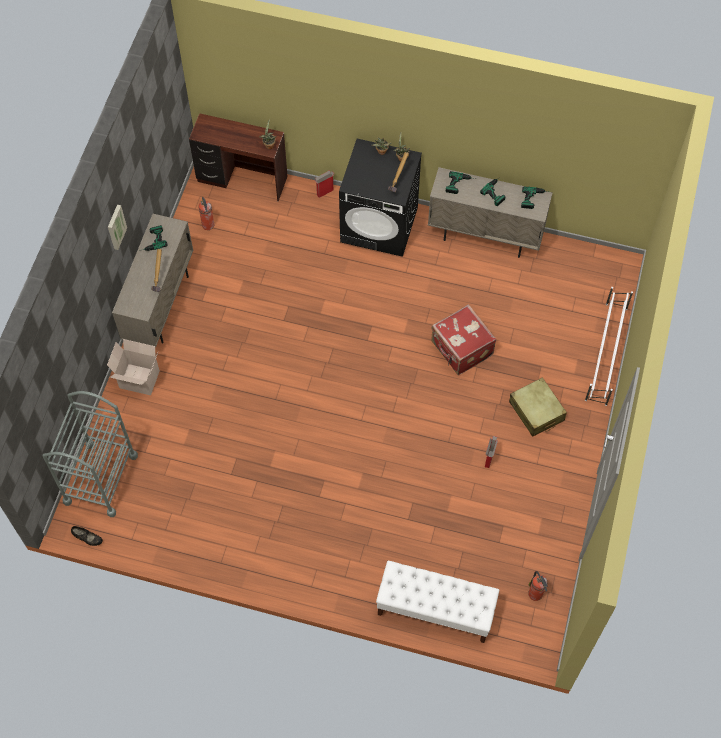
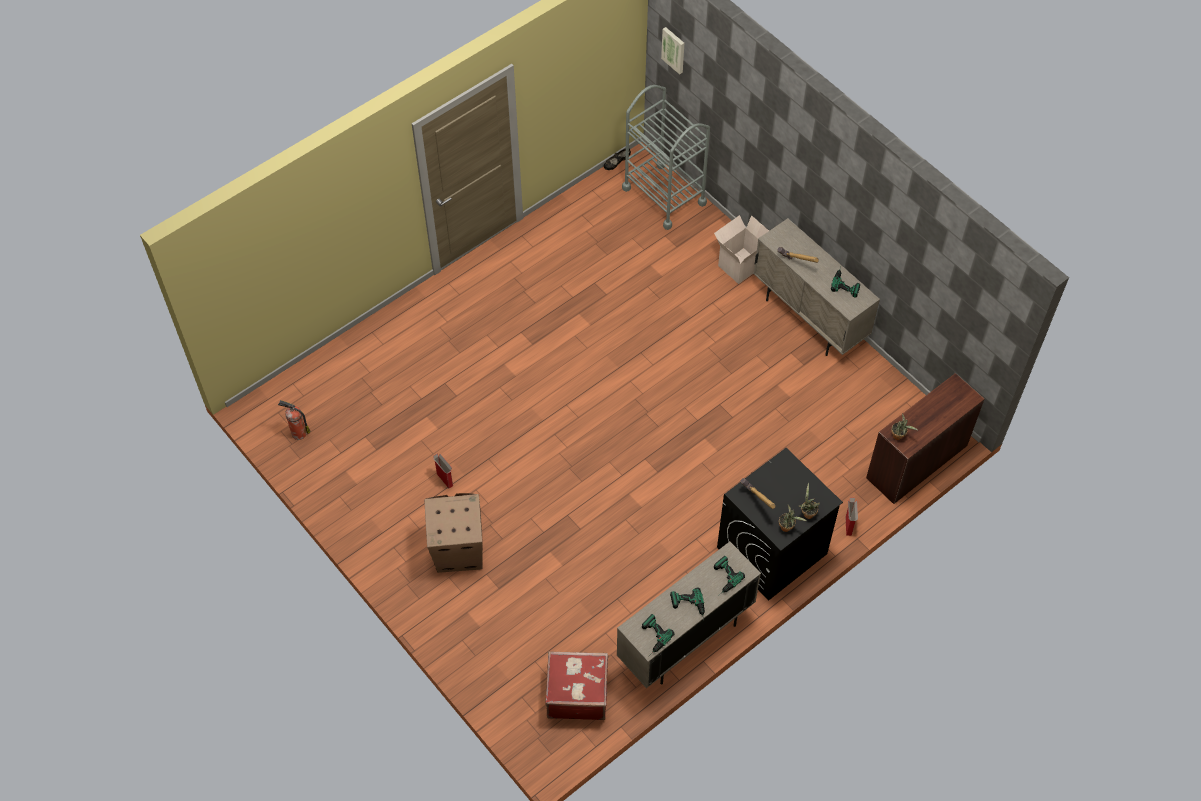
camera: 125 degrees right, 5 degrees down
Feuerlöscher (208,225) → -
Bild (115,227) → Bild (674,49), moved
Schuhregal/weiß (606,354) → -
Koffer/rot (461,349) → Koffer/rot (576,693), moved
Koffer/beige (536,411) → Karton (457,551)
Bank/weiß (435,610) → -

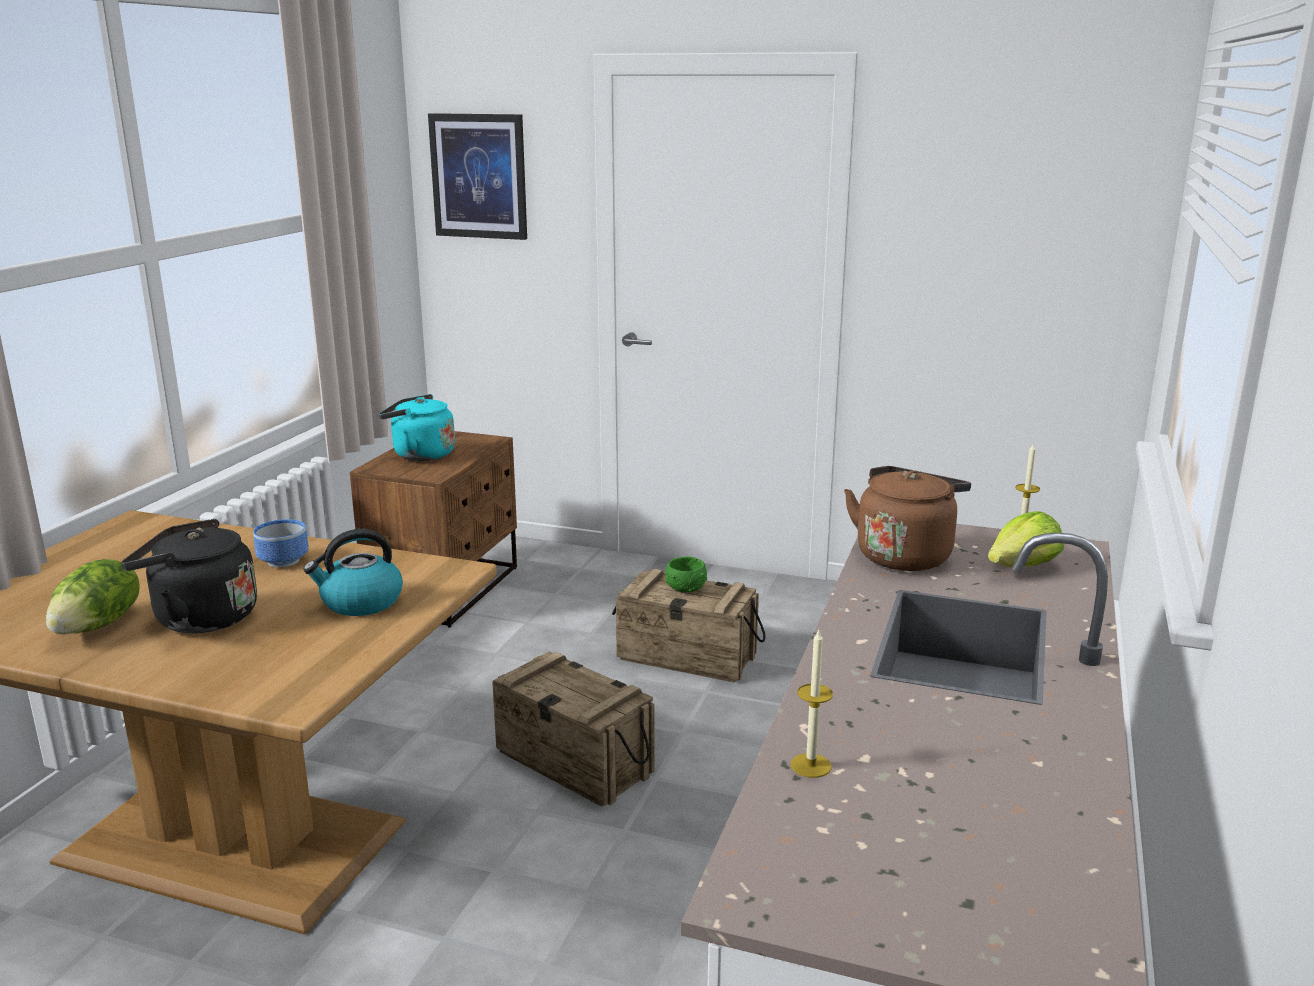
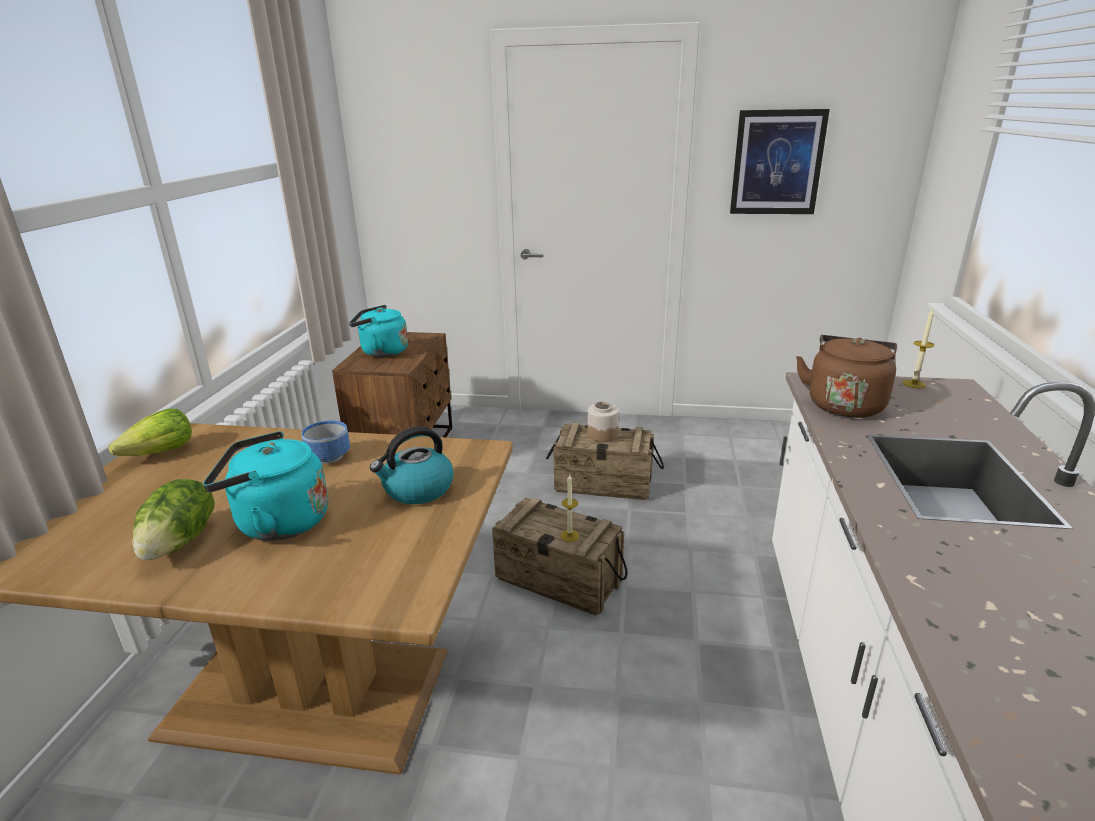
camera: 10 degrees left, 5 degrees up
Bild (479,176) → Bild (777,163), moved
Salatkopf (1023,568) → Salatkopf (161,453), moved
Wasserkessel/schwarz (200,618) → Wasserkessel/türkis (277,523)
Schüssel/grün (686,588) → Vorratsglas (602,435)
Kerze (811,765) → Kerze (569,536), moved

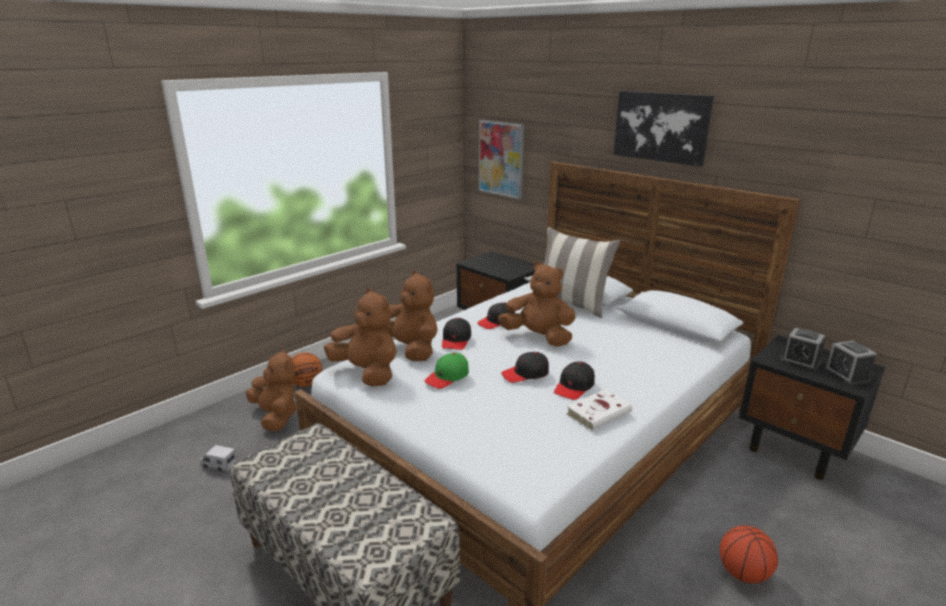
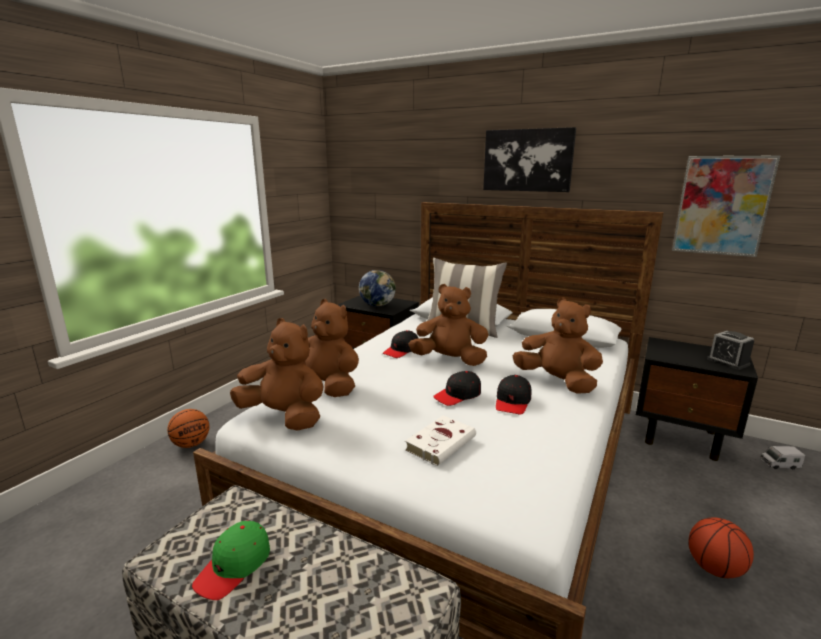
camera: 15 degrees left, 5 degrees down
Bild (501,159) → Bild (722,206), moved
Kappe/schwarz (456,340) → -
Wecker (800,361) → -
Plüschtier/braun (276,416) → Plüschtier/braun (557,382), moved
Kappe/grün (447,377) → Kappe/grün (234,566), moved
Buch/weiß (599,412) → Buch/weiß (441,443), moved
Spielzeuglaster (219,464) → Spielzeuglaster (779,464), moved
- → Globus (377,305)

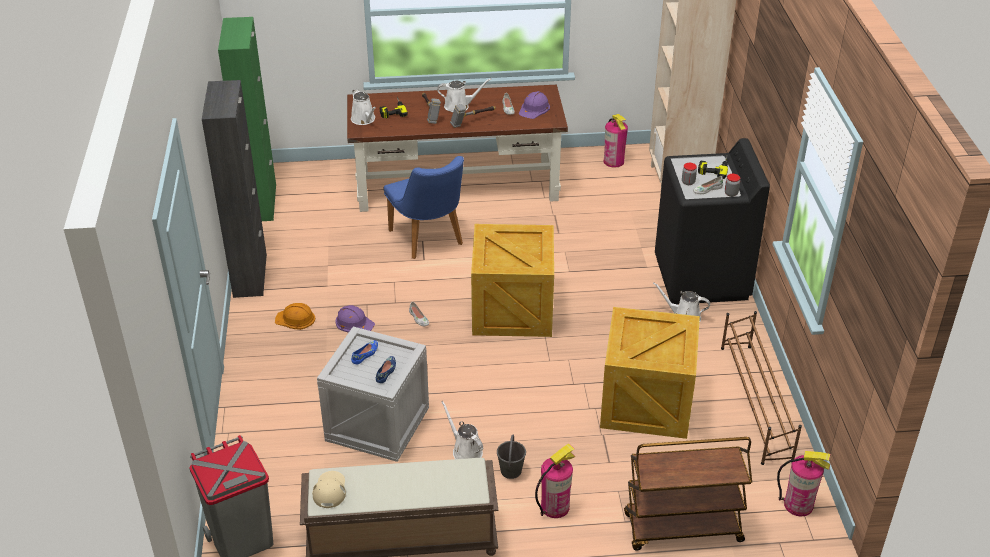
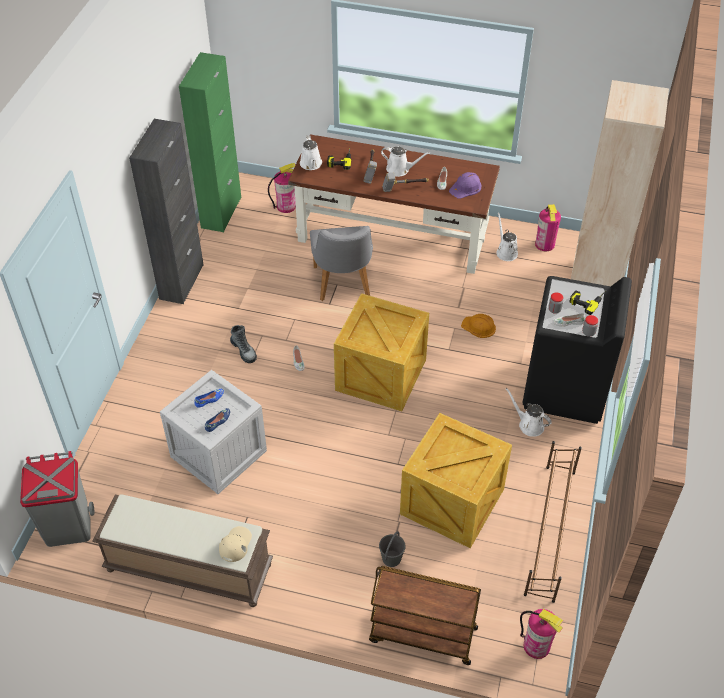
camera: 20 degrees right, 10 degrees up
Stuhl/blau (429,240) → Stuhl/grau (343,286)
Schutzhelm/orange (295,319) → Schutzhelm/orange (479,327), moved
Schutzhelm/lila (354,323) → Stiefel (244,351)
Gießkanne/weiß (465,451) → Gießkanne/weiß (506,252), moved
Eimer/grau (511,471) → Eimer/grau (391,559), moved
Feuerlöscher (555,506) → Feuerlöscher (286,206), moved
Kappe/beige (329,490) → Kappe/beige (235,544), moved

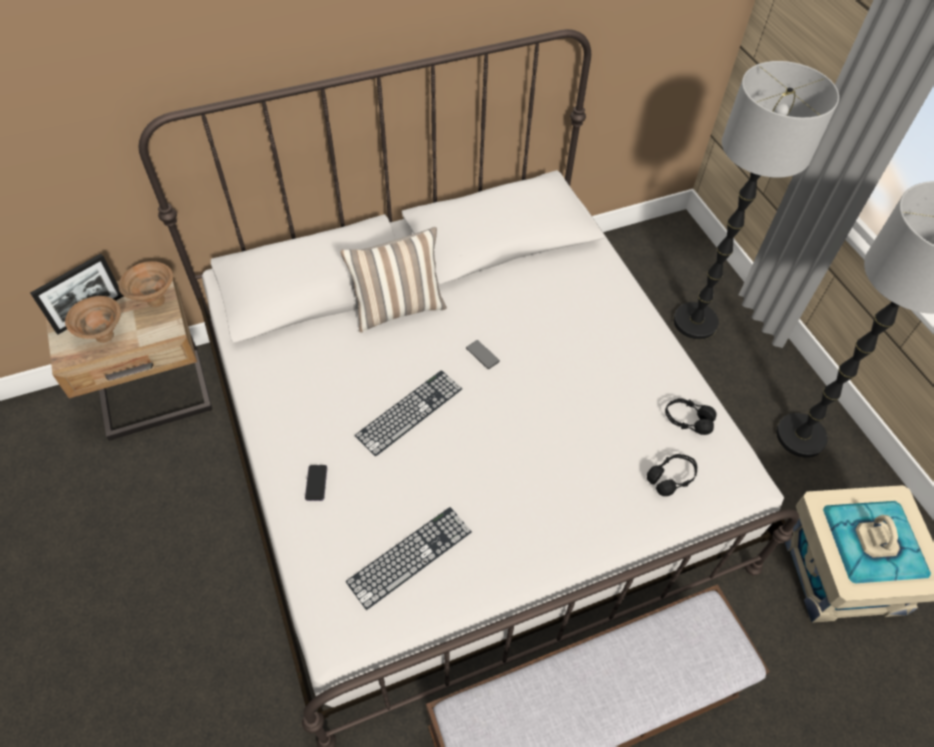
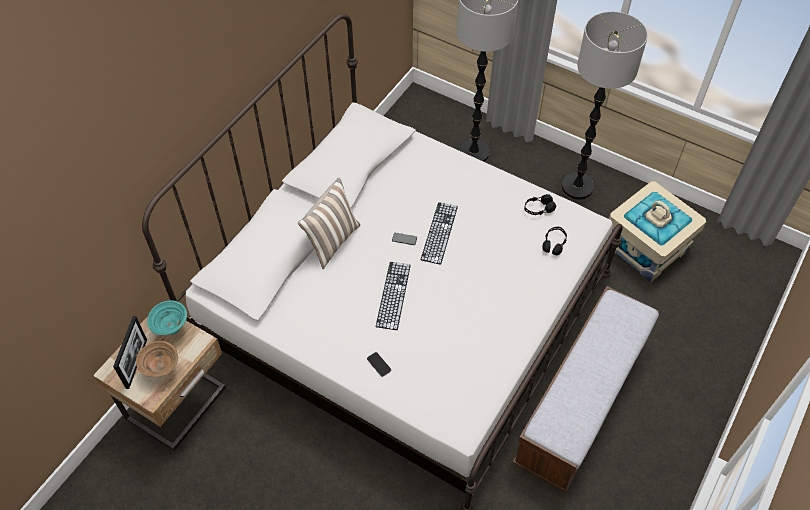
camera: 35 degrees left, 0 degrees up
Schüssel/braun (154,301) → Schüssel/türkis (172,330)
Tastatur (410,556) → Tastatur (439,232), moved

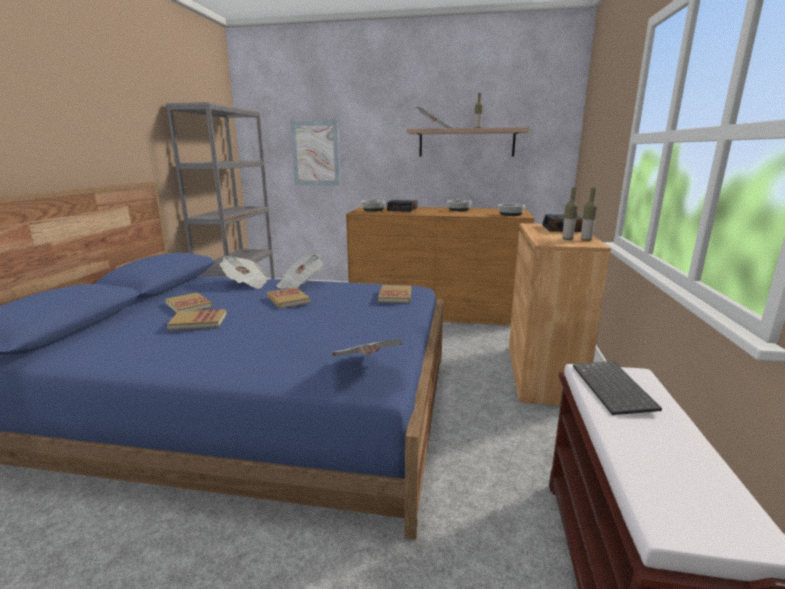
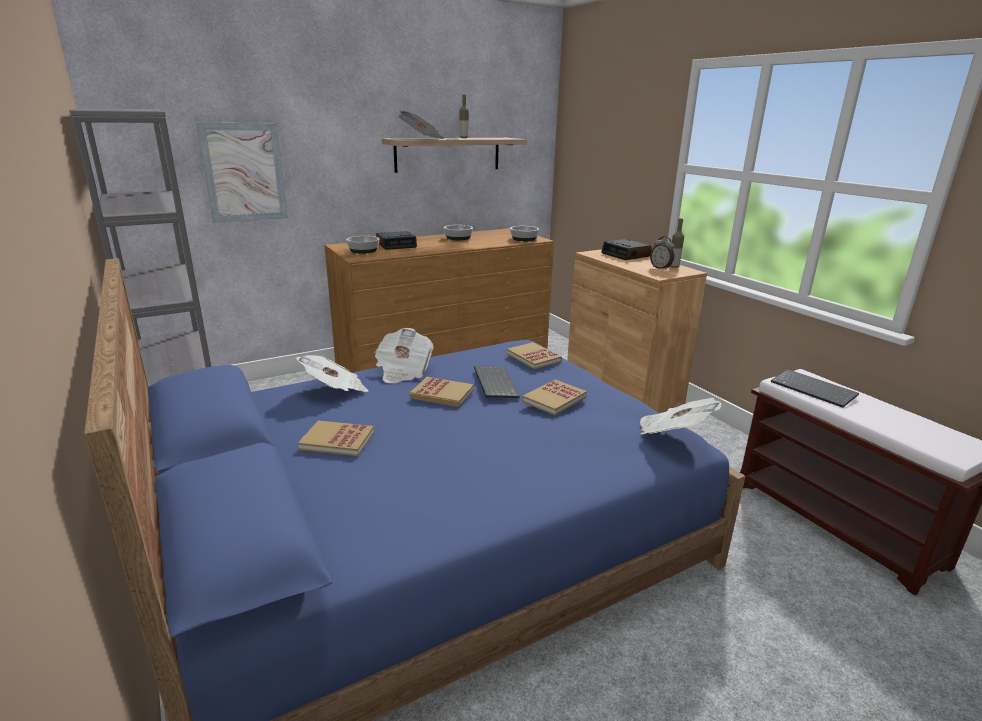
camera: 40 degrees left, 5 degrees up
Flasche (567,239) → Wecker (660,268)
Buch (198,322) → Buch (554,399), moved
- → Tastatur (494,383)

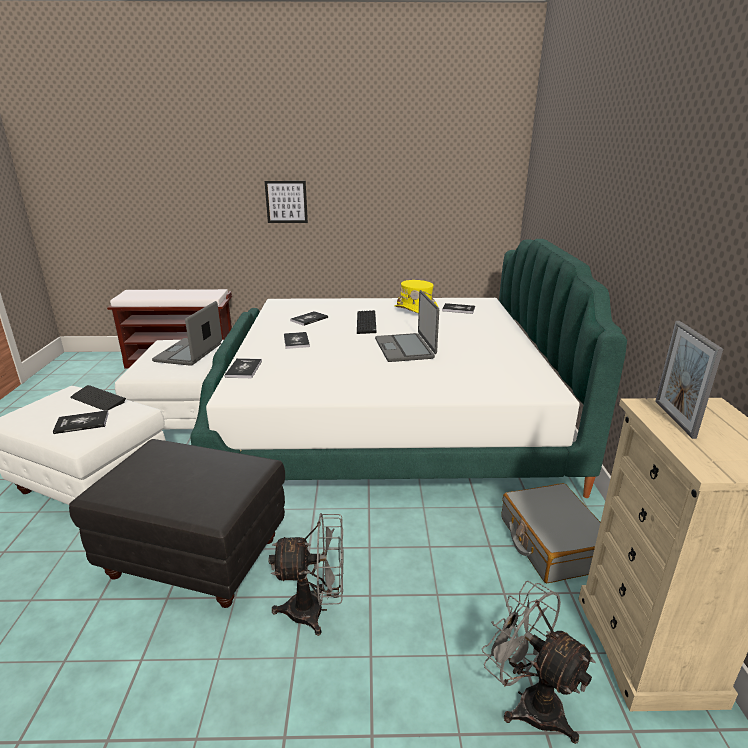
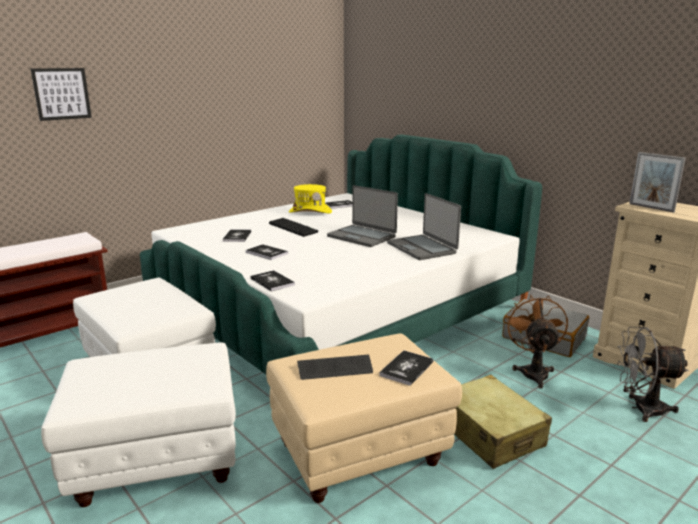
camera: 40 degrees left, 5 degrees down
Bild (286,202) → Bild (62,94), moved
Laptop (189,353) → Laptop (422,248), moved
Tastatur (98,399) → Tastatur (335,368), moved
Buch (82,423) → Buch (406,368), moved
Polsterhocker/schwarz (195,558) → Polsterhocker/beige (360,454)
Ventilator/grau (315,610) → Koffer/beige (489,433)
- → Ventilator/braun (533,371)

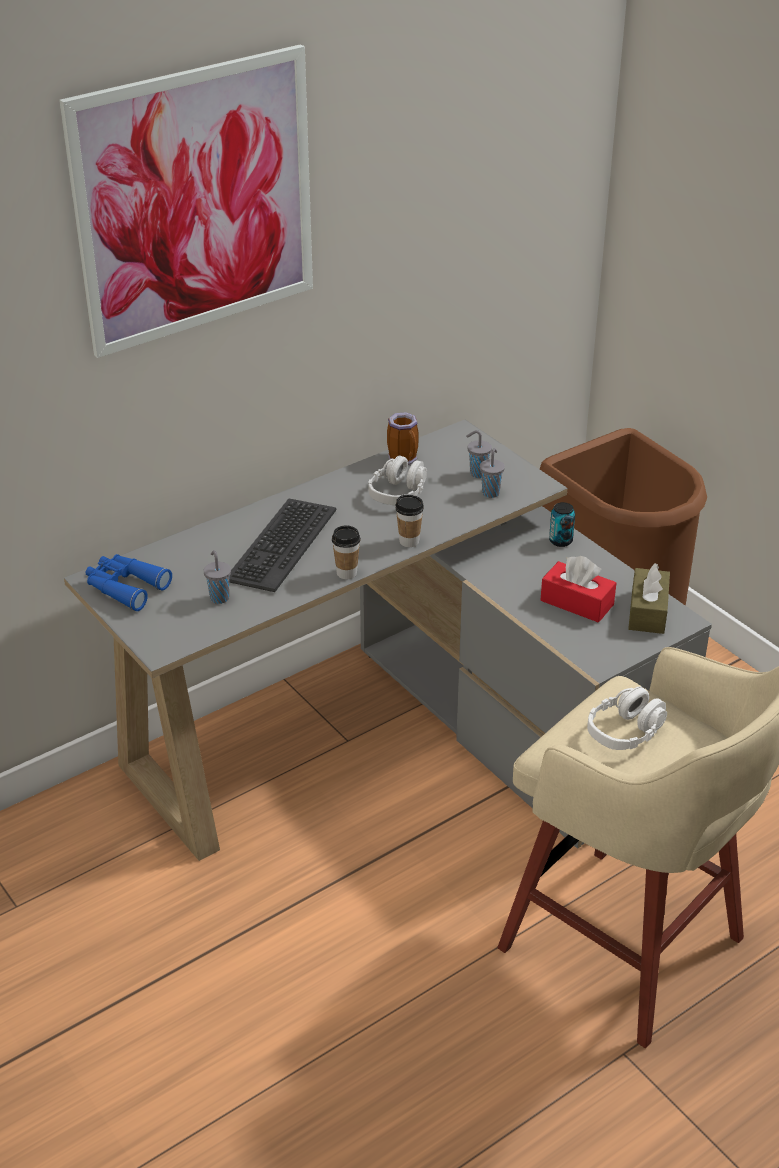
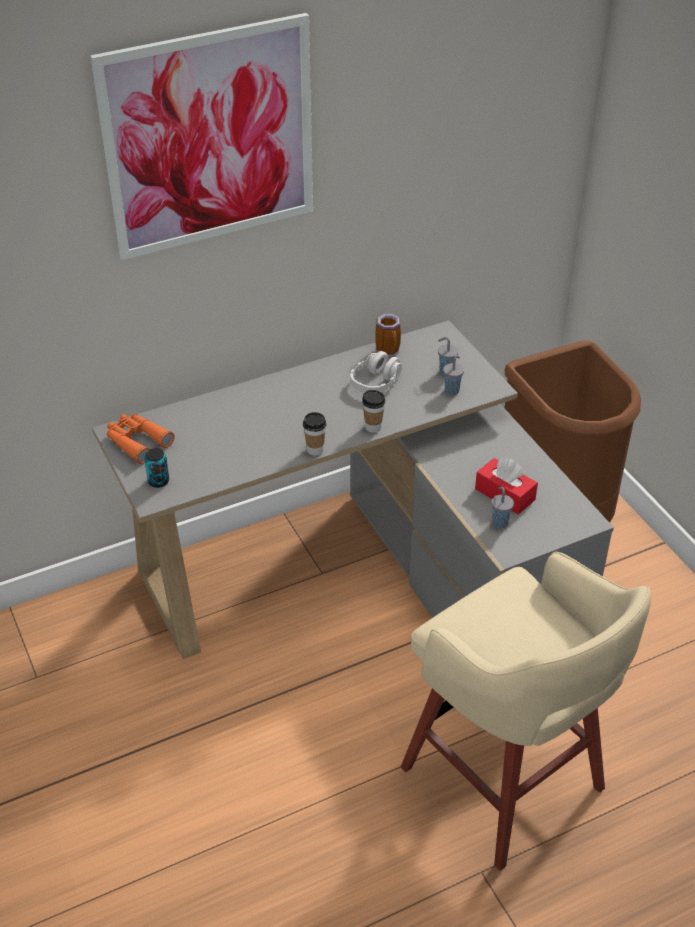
camera: 10 degrees right, 5 degrees up
Tastatur (280,545) → -
Dose (560,541) → Dose (158,481), moved
Tasse/grau (219,597) → Tasse/grau (499,522), moved
Fernglas/blau (125,587) → Fernglas/orange (137,441)
Taschentuchbox/braun (647,611) → -
Kopfhörer/weiß (625,731) → -

